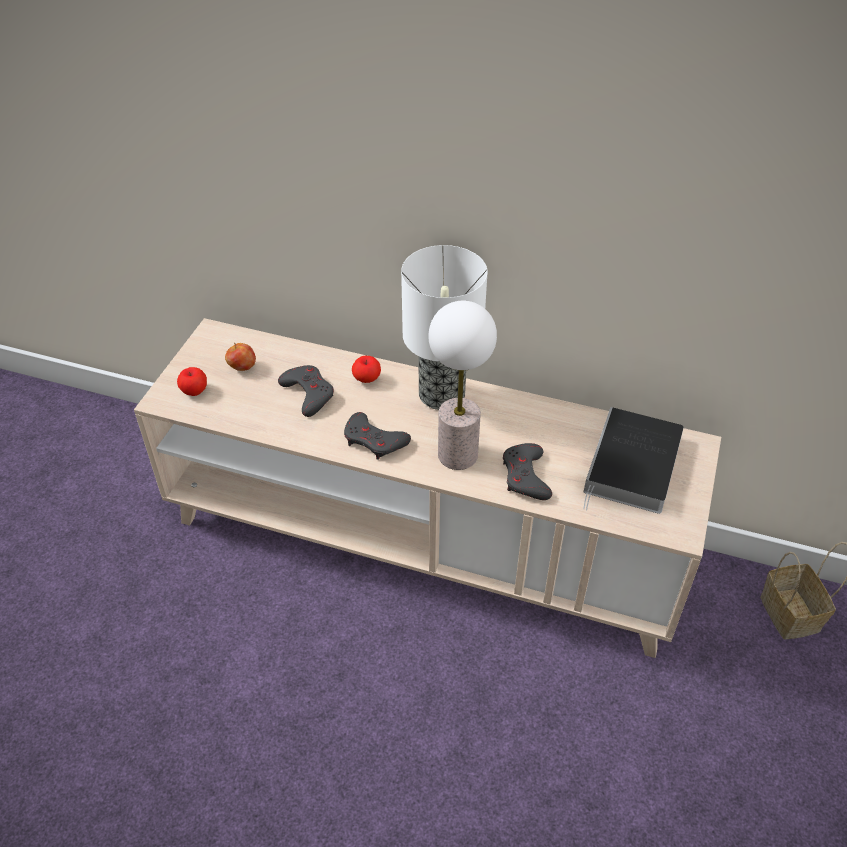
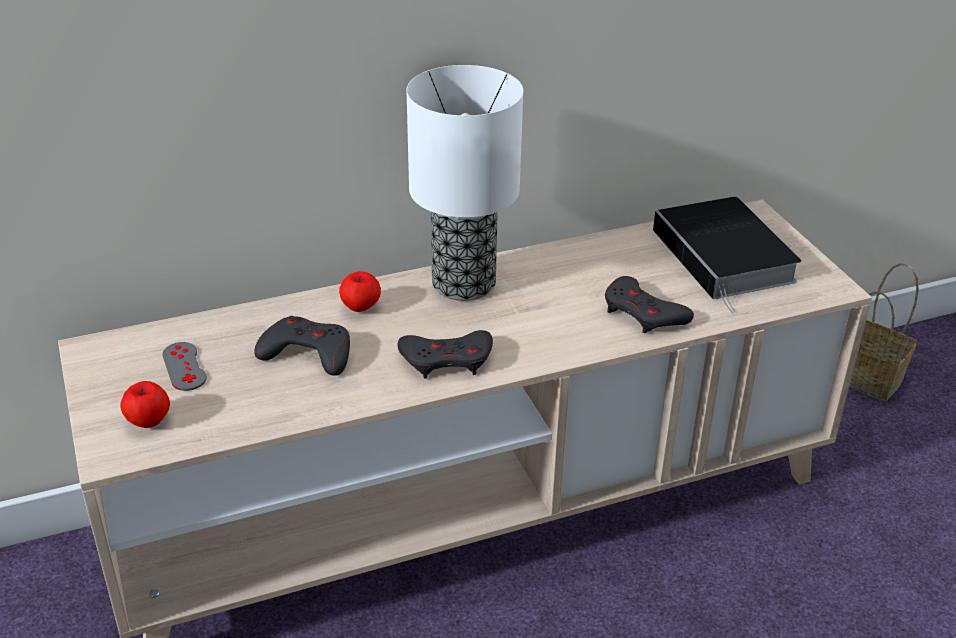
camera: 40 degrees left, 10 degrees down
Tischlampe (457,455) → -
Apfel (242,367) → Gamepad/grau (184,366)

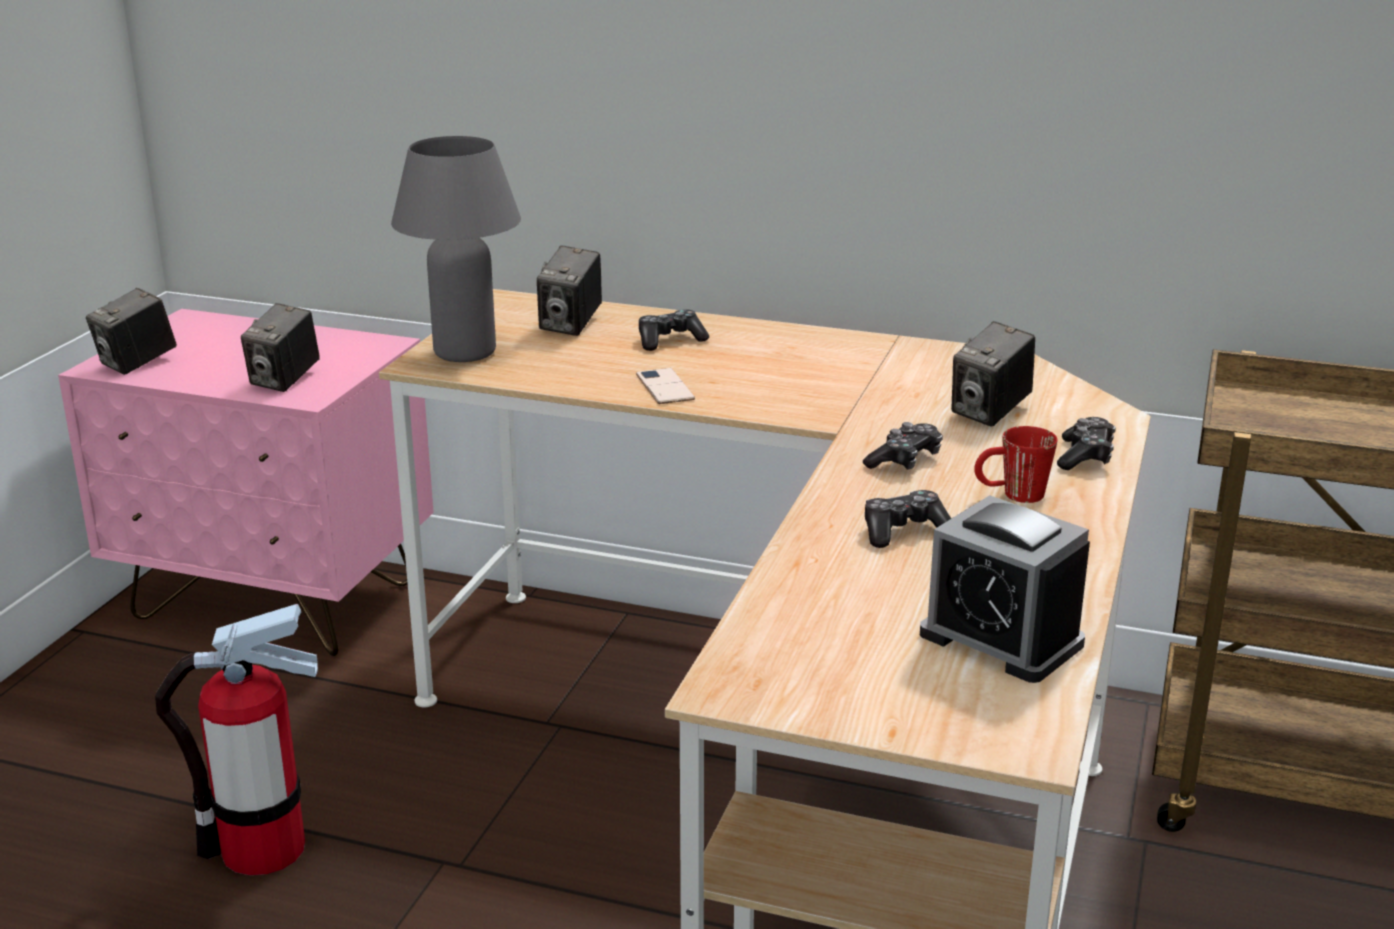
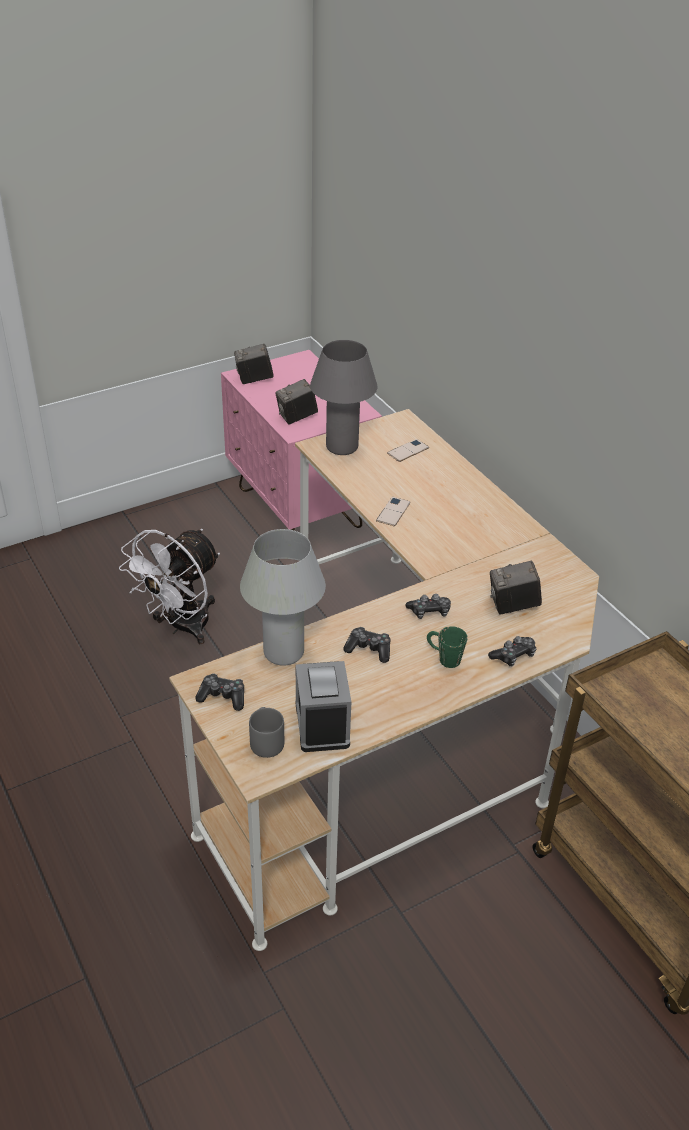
camera: 40 degrees right, 15 degrees up
Kamera (571,325) → Handy (408,451)
Gamepad (669,340) → Gamepad (223,697), moved
Henkelbecher/rot (1011,495) → Henkelbecher/grün (443,658)
Feuerlöscher (262,849) → Ventilator/weiß (181,627)
- → Tischlampe/weiß (283,652)
- → Henkelbecher/grau (266,741)

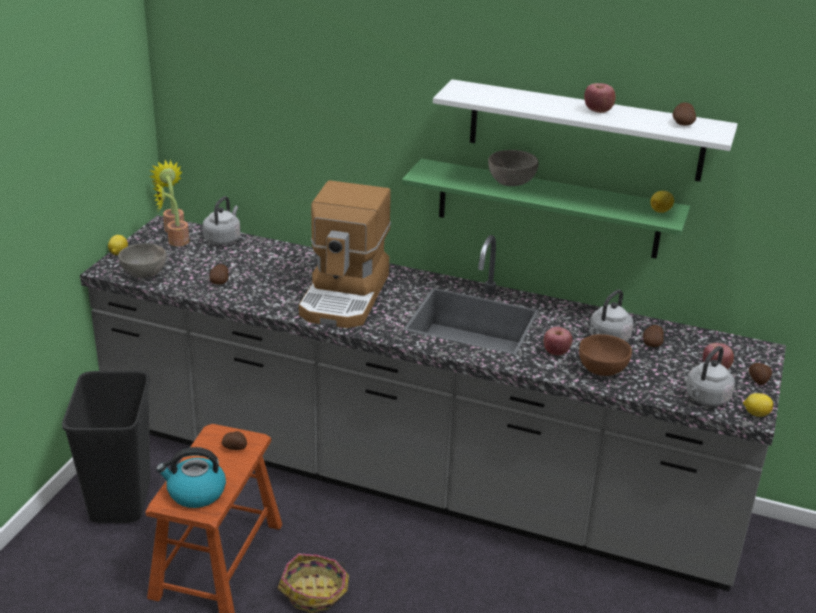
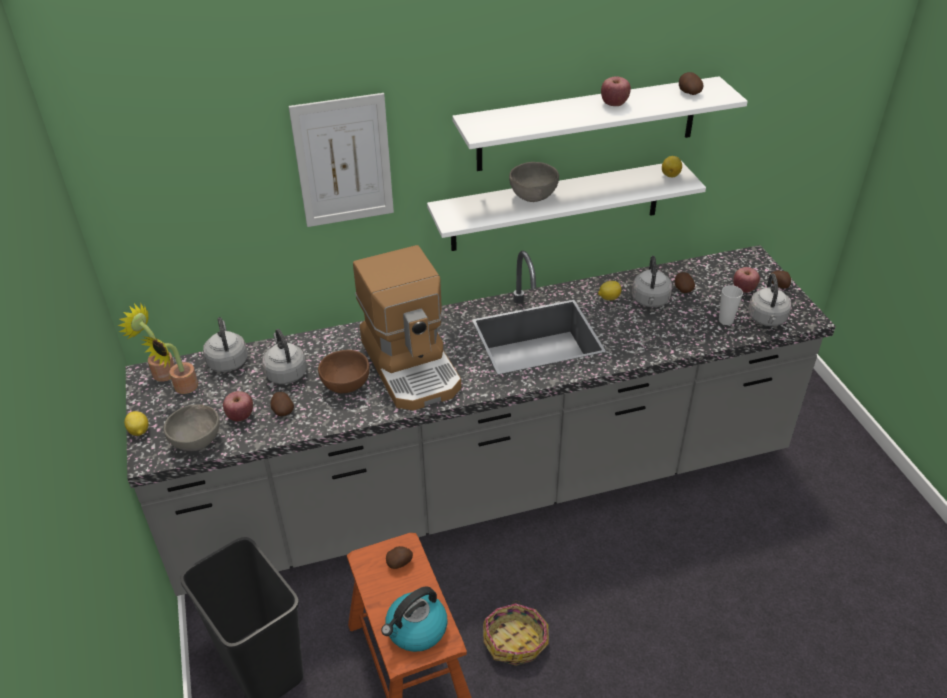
camera: 35 degrees left, 10 degrees up
Wandregal/grün (548,209) → Wandregal/weiß (556,206)
Apfel (556,352) → Apfel (240,416), moved
Schüssel/braun (601,370) → Schüssel/braun (345,385), moved
Zitrone (756,413) → Zitrone (608,298), moved
- → Bild (343,161)
- → Tasse (725,320)
- → Wasserkessel/grau (285,372)

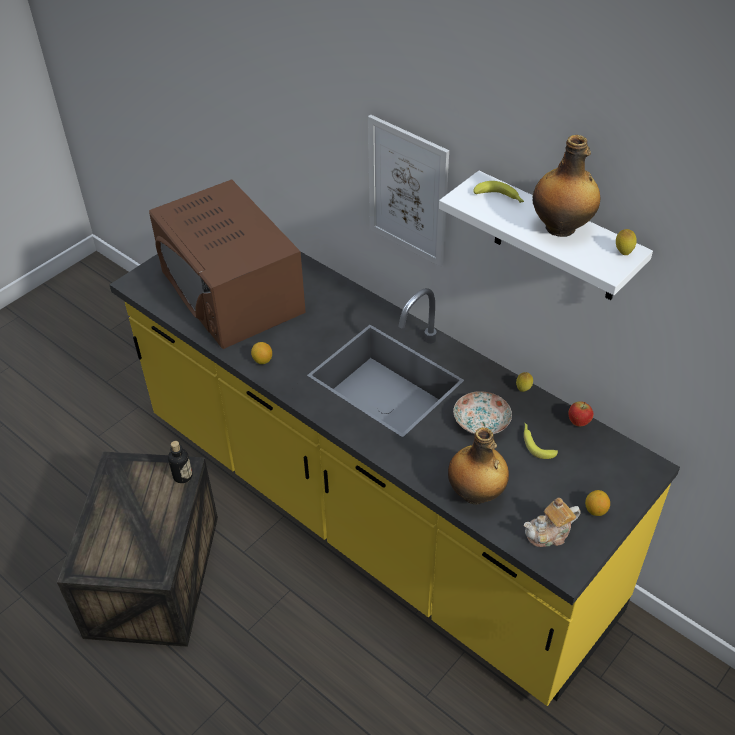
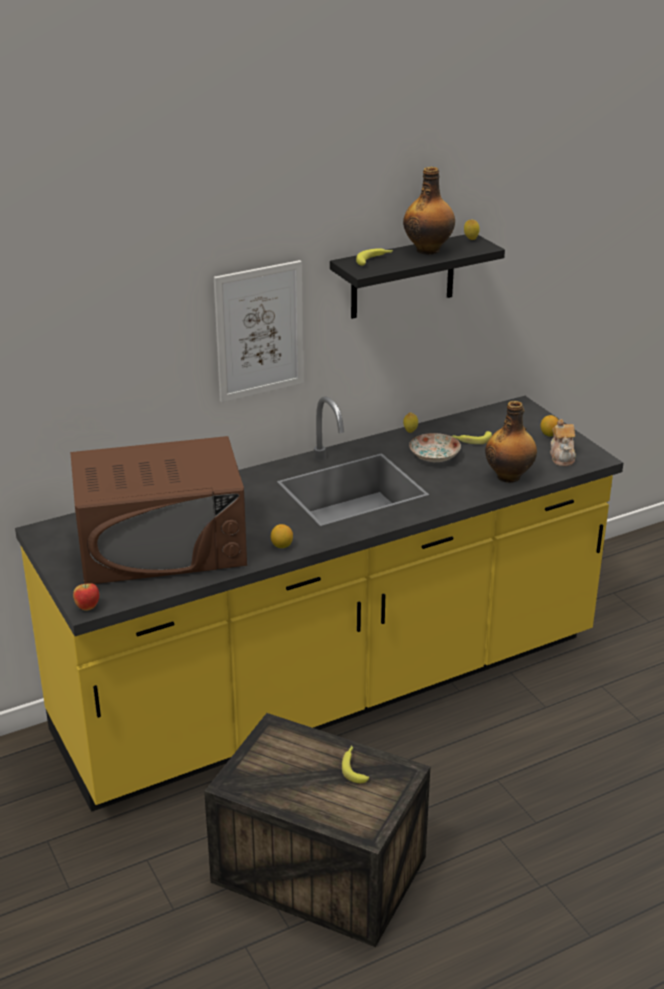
camera: 70 degrees left, 15 degrees down
Wandregal/weiß (556,239) → Wandregal/schwarz (402,276)
Apfel (578,422) → Apfel (87,607), moved
Flasche (183,476) → -
- → Banane (354,767)

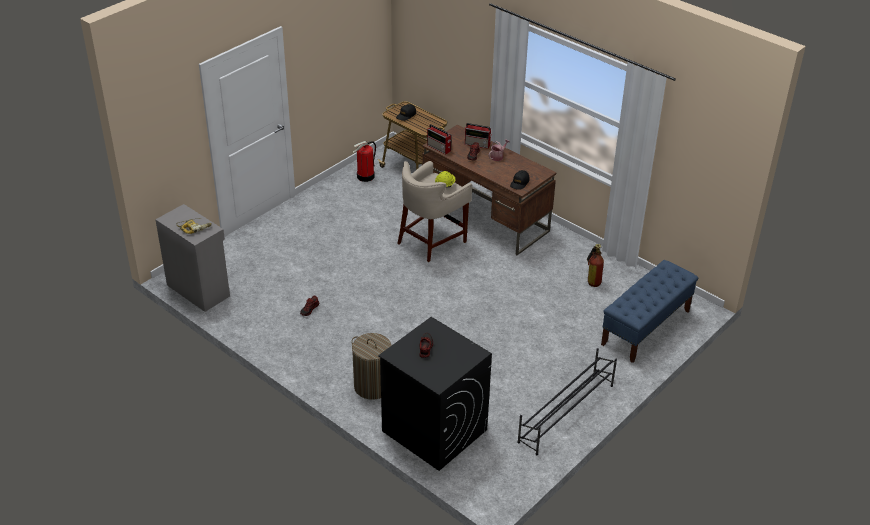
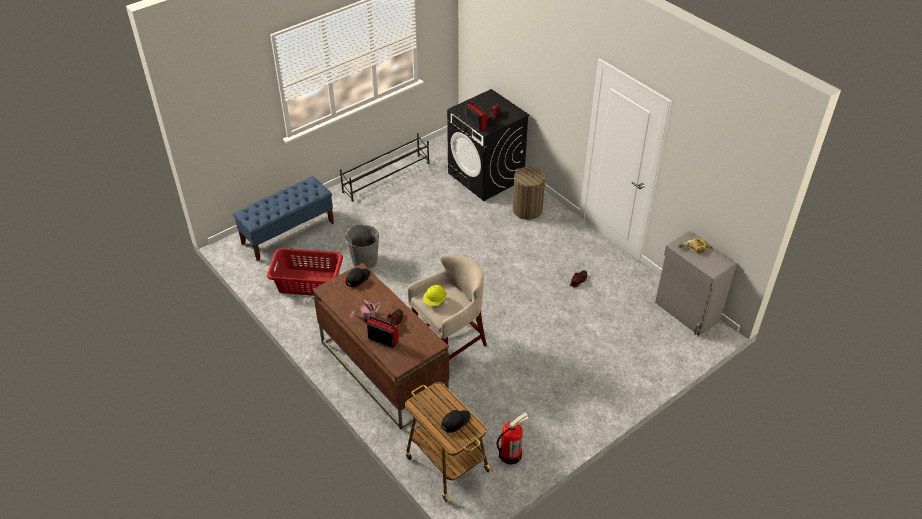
camera: 170 degrees left, 5 degrees up
Radio (439,148) → Radio (475,124), moved
Feuerlöscher (592,279) → Wäschekorb/rot (308,282)
- → Eimer/grau (364,260)

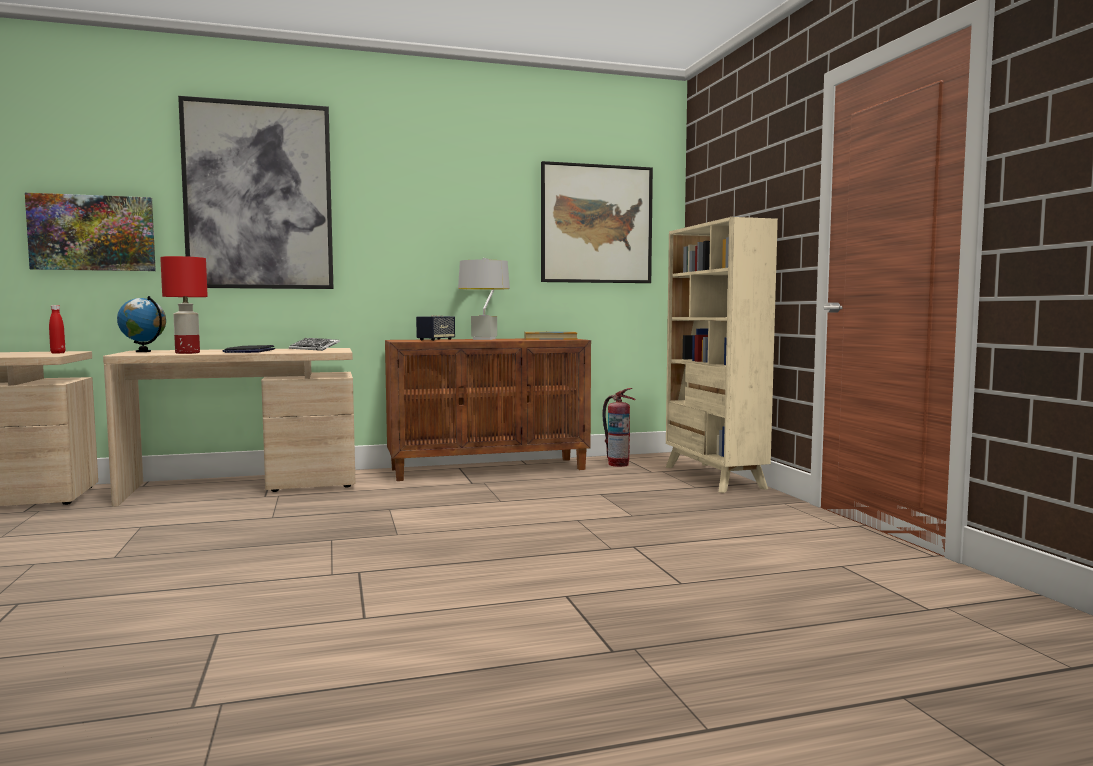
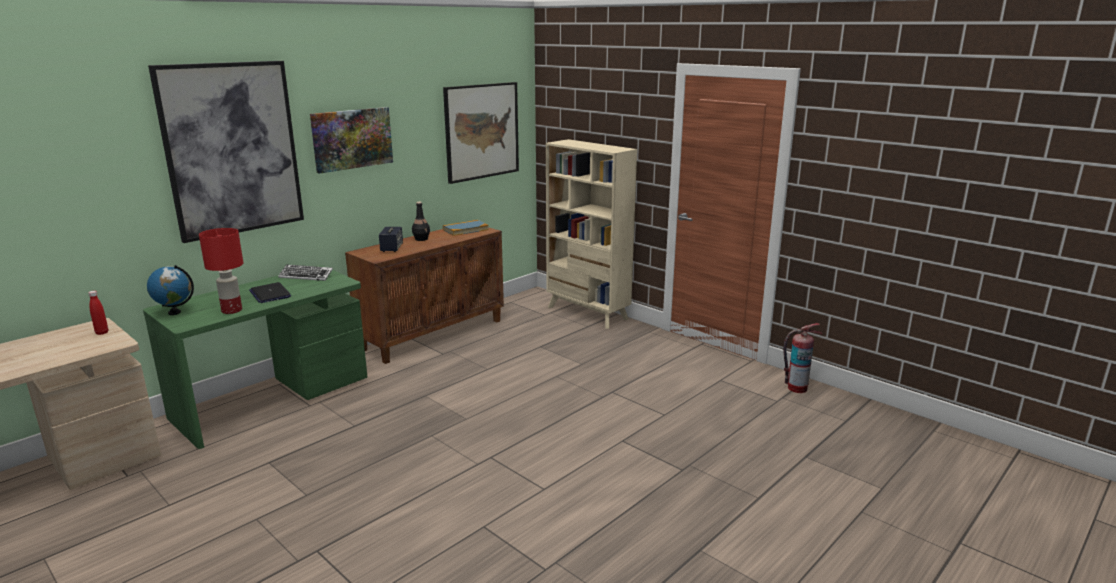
camera: 30 degrees left, 15 degrees up
Bild (93,233) → Bild (352,139), moved
Tischlampe/grau (484,339) → Flasche/schwarz (421,239)
Schreibtisch/beige (243,487) → Schreibtisch/grün (273,399)
Feuerlöscher (618,464) → Feuerlöscher (796,388), moved

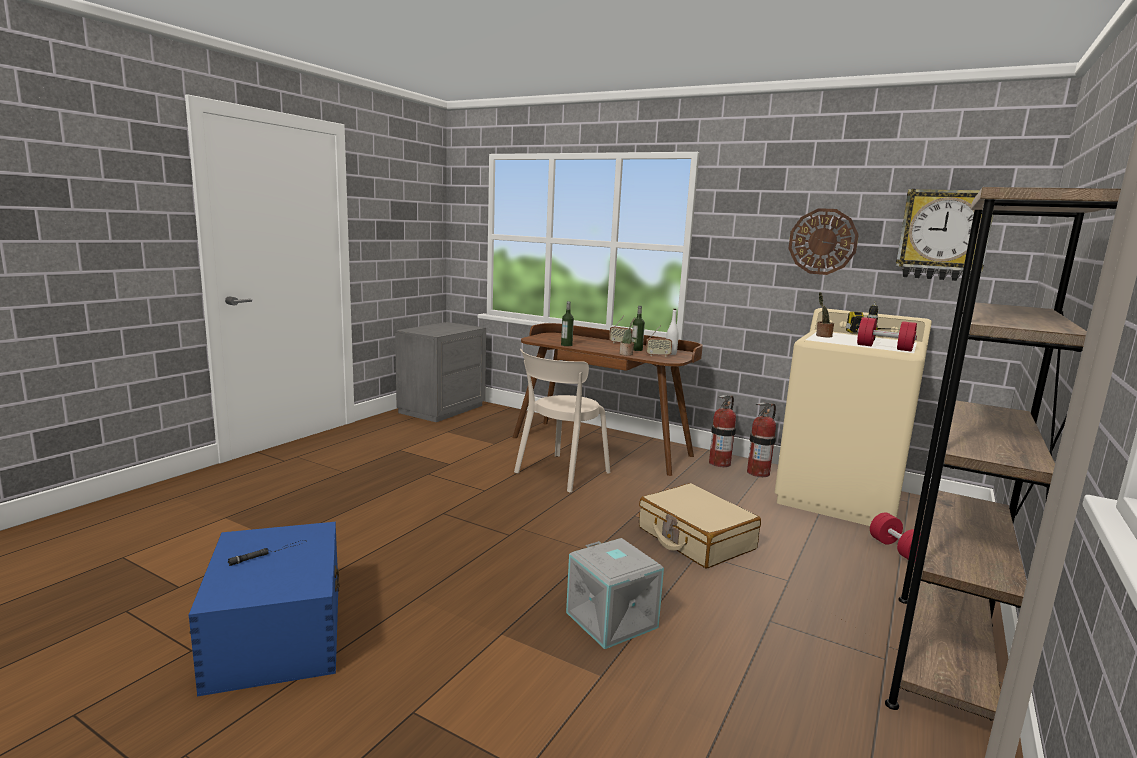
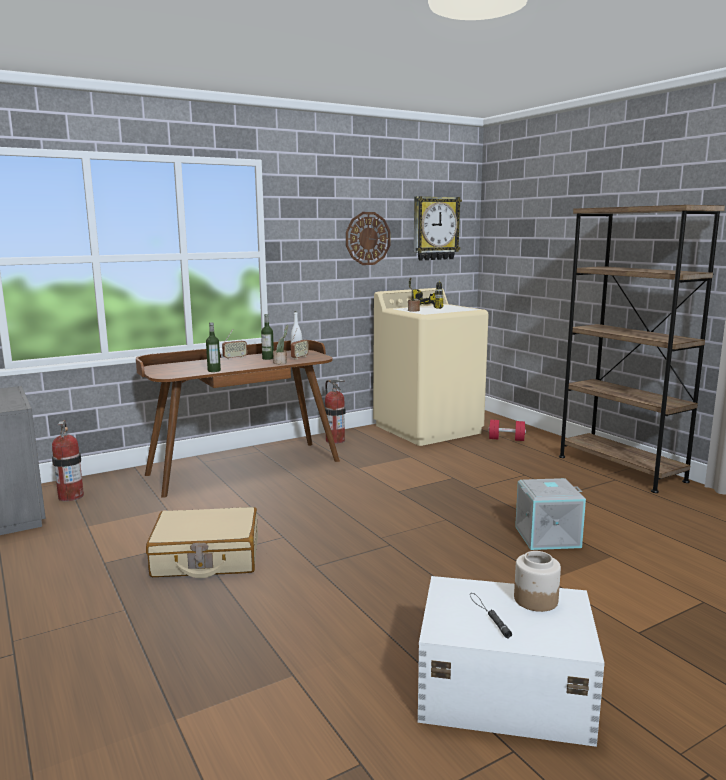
camera: 60 degrees left, 0 degrees up
Hantel/rot (884,348) → -
Stuhl/beige (559,474) → -
Feuerlöscher (758,473) → Feuerlöscher (71,496), moved
Koffer/beige (695,539) → Koffer/beige (206,557), moved
Aufbewahrungsbox/blau (278,632) → Aufbewahrungsbox/weiß (502,689)
- → Vorratsglas (535,599)

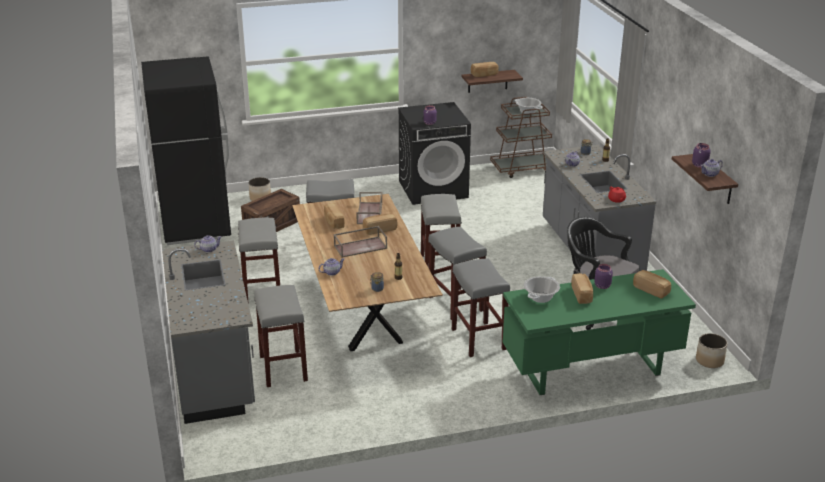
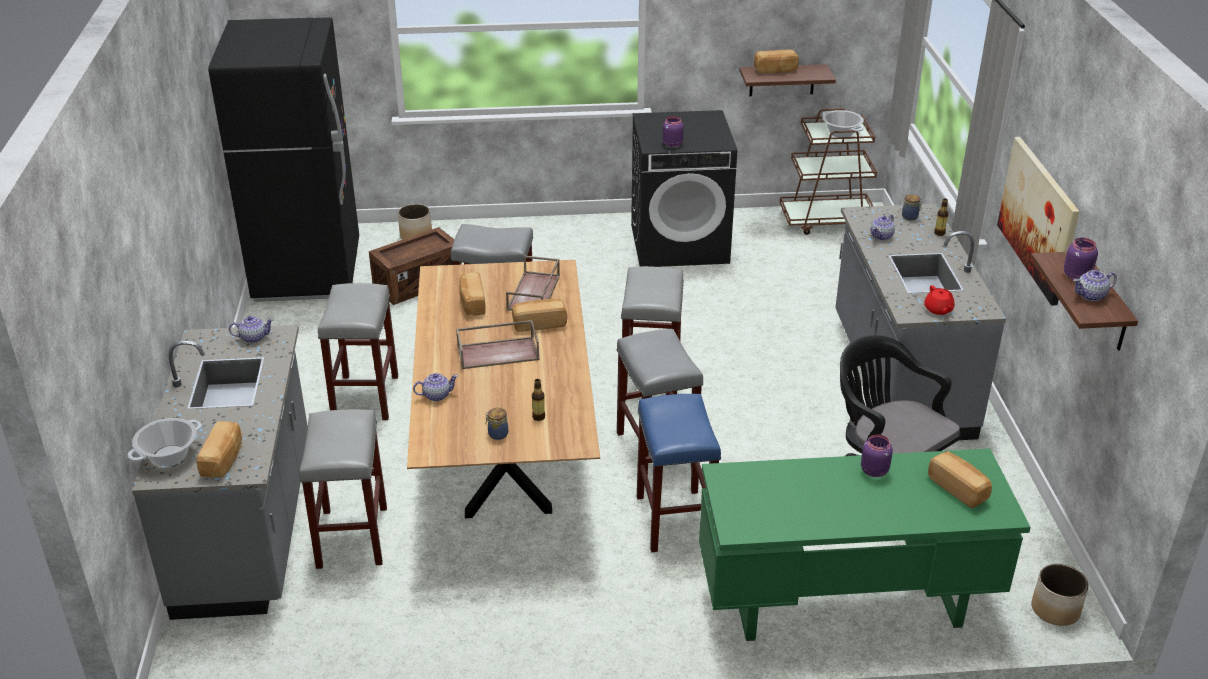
camera: 10 degrees right, 5 degrees up
Hocker/grau (479,339) → Hocker/blau (675,521)
Brot (582,295) → Brot (224,460), moved
Kochtopf (541,297) → Kochtopf (169,456), moved
- → Bild (1038,218)

